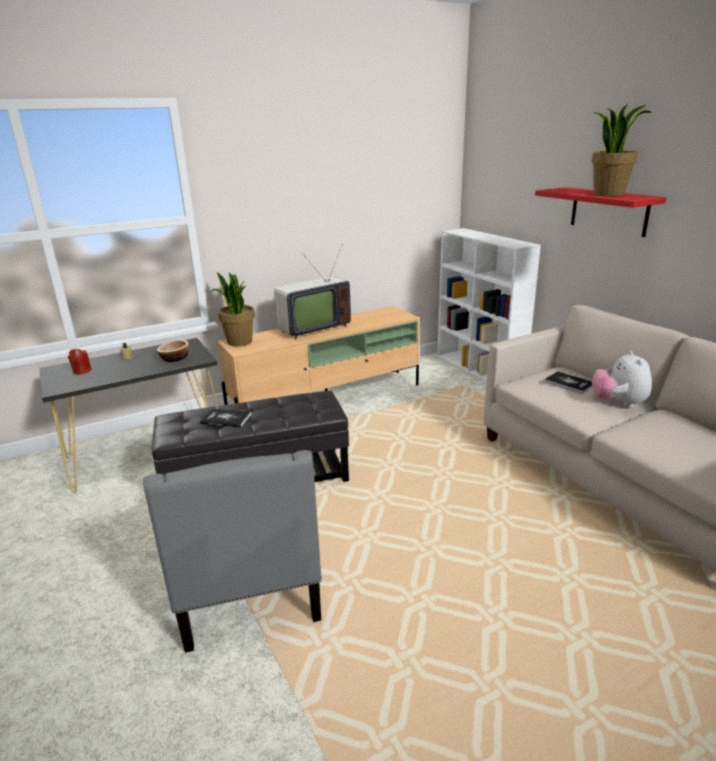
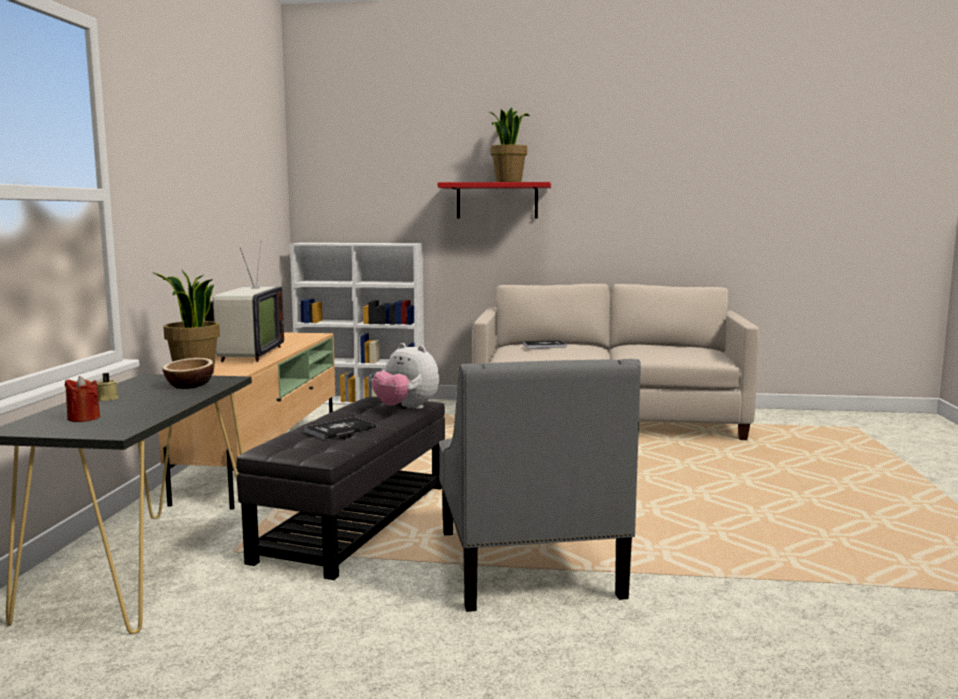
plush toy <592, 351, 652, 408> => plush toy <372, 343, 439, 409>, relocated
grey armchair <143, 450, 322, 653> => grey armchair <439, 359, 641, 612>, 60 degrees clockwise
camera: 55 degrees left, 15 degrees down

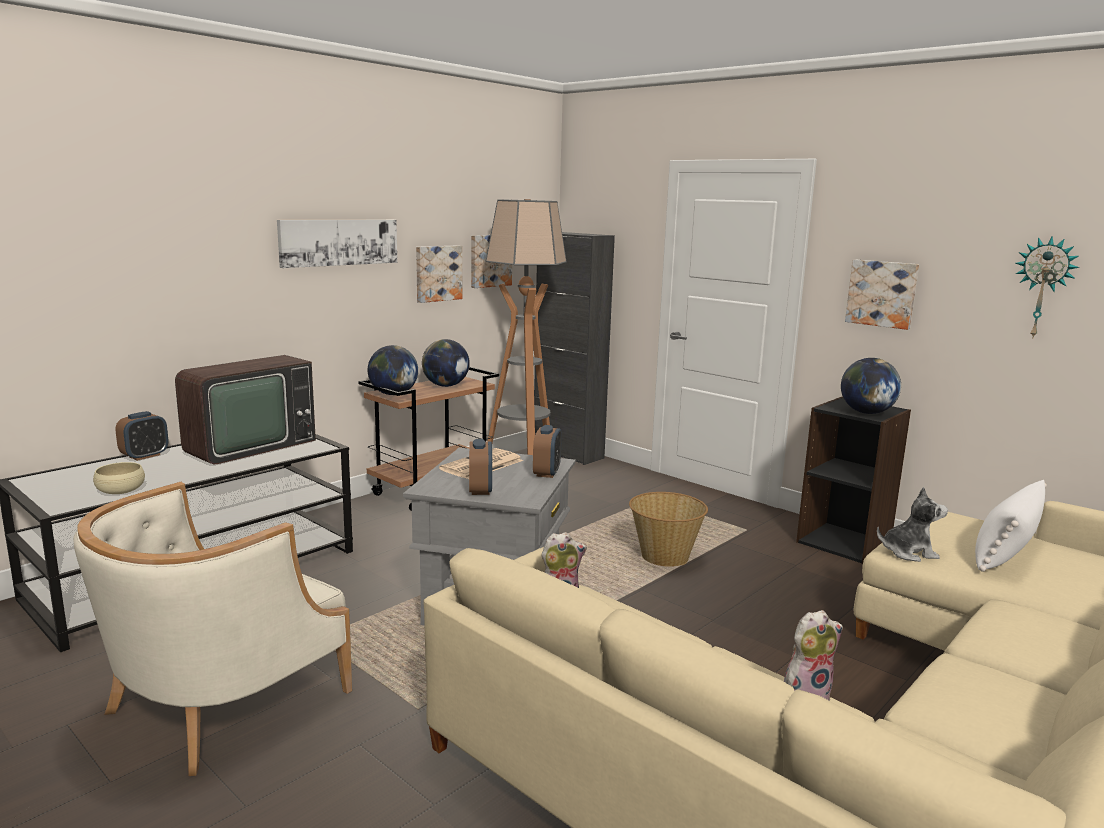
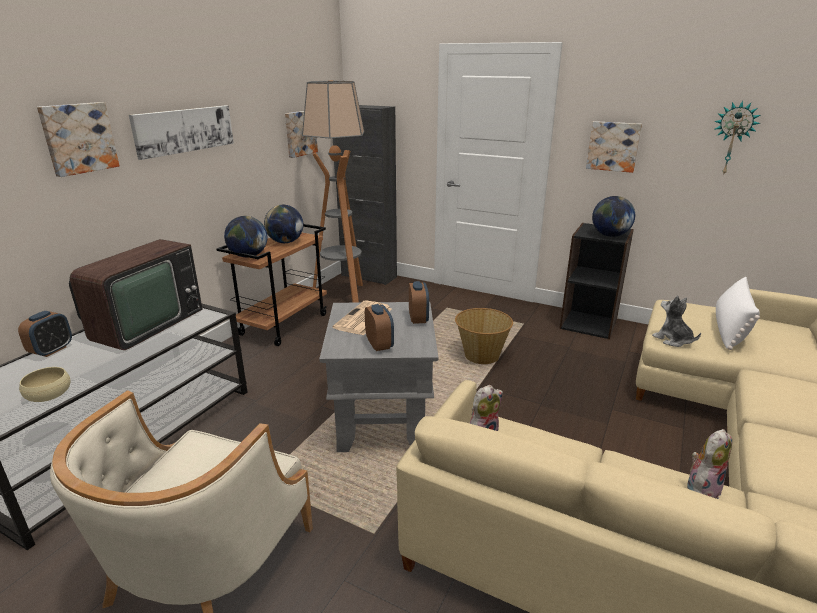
picture <416, 245, 462, 303> => picture <37, 102, 120, 177>, relocated
plush toy <877, 487, 948, 562> => plush toy <652, 295, 701, 347>, 105 degrees counterclockwise
camera: 15 degrees left, 10 degrees up

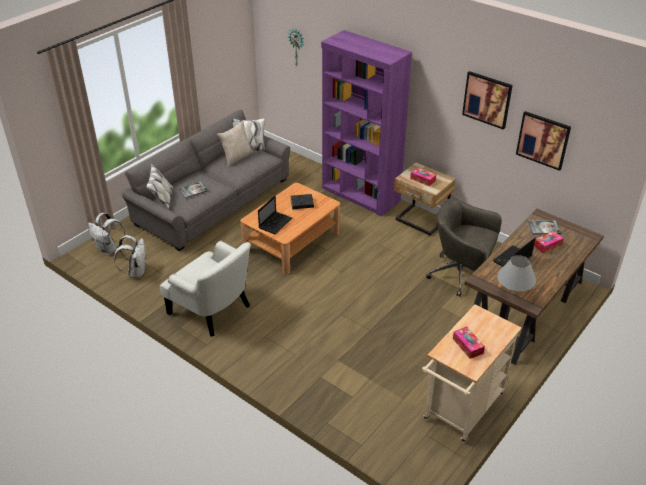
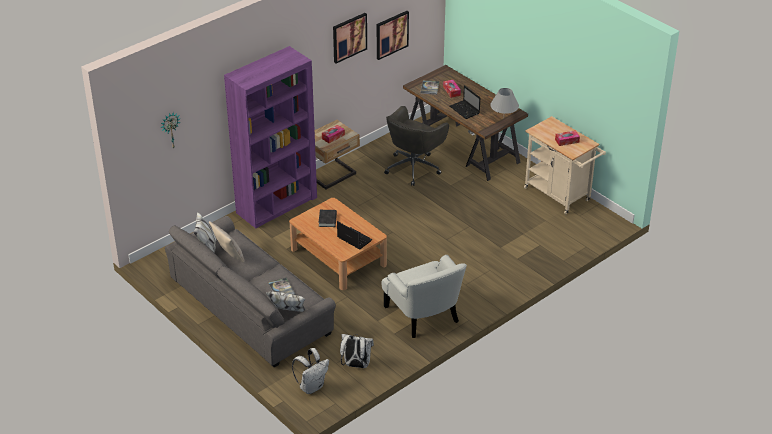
white armchair <160, 241, 251, 337> => white armchair <382, 255, 467, 338>, 105 degrees clockwise
camera: 80 degrees left, 0 degrees up

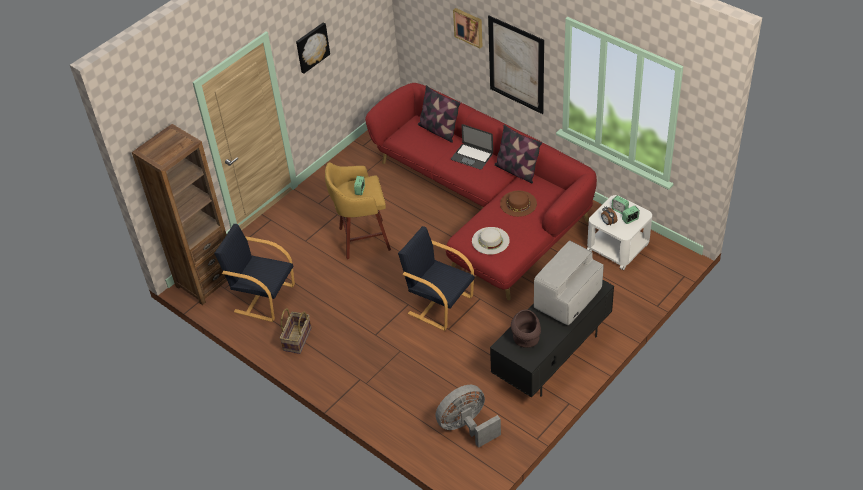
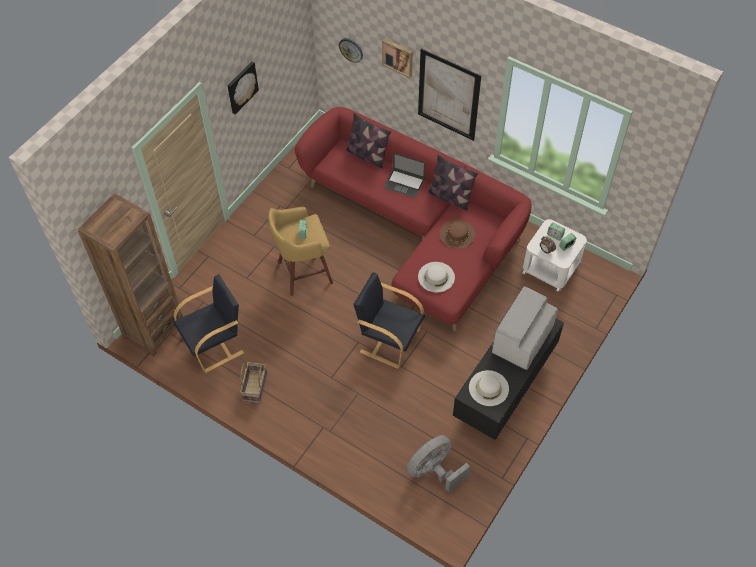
black armchair <214, 224, 295, 322> => black armchair <173, 274, 244, 373>, 135 degrees clockwise
brown vase <511, 310, 541, 348> => white hat <469, 370, 509, 406>
nothing => wall clock <339, 38, 363, 63>
camera: 10 degrees left, 10 degrees up

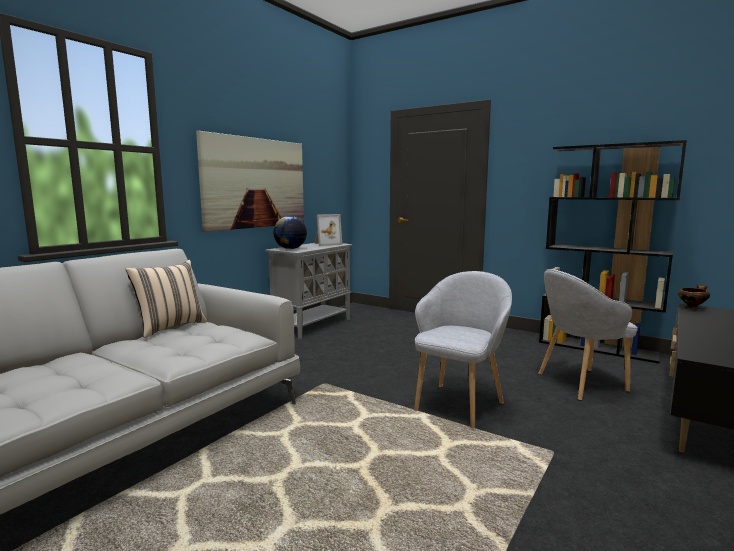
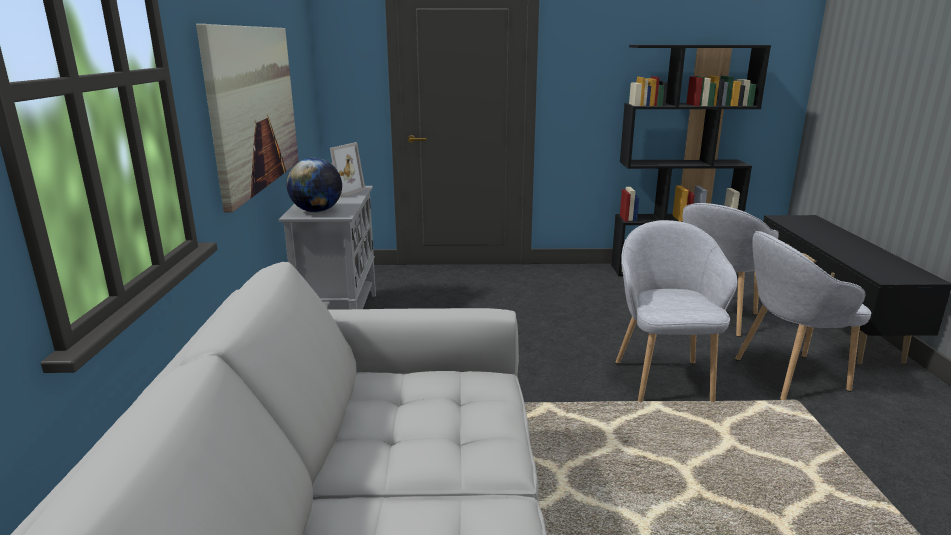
beige pillow <125, 260, 207, 338> => nothing
bowl <678, 284, 710, 309> => nothing
nothing => grey armchair <735, 231, 871, 400>
camera: 35 degrees left, 10 degrees up

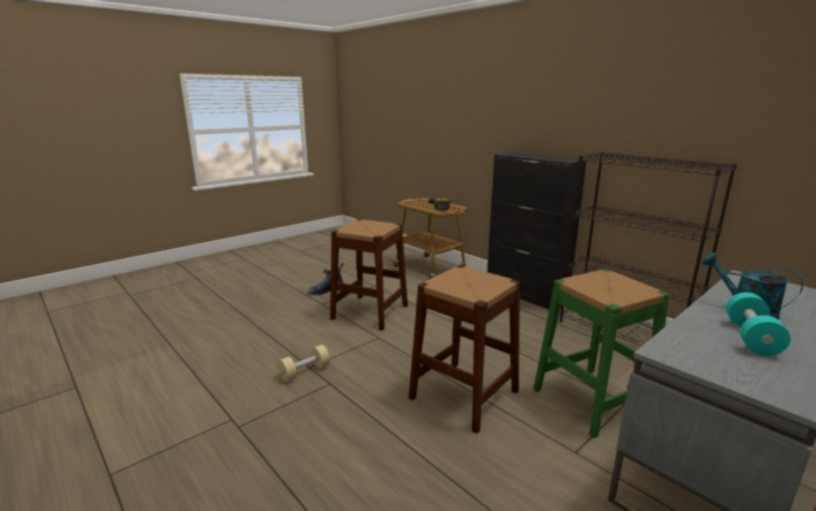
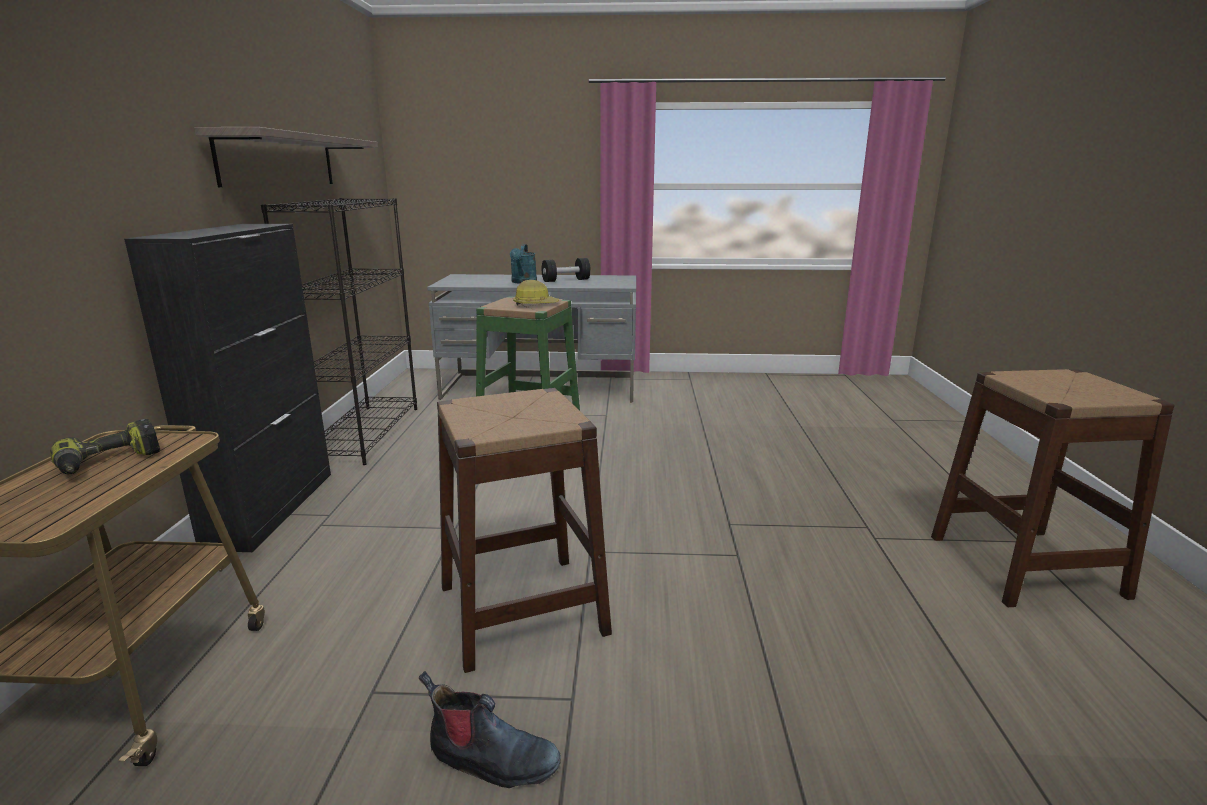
brown stool <409, 265, 520, 433> => brown stool <931, 369, 1175, 607>, relocated
turquoise dumbbell <726, 292, 791, 356> => black dumbbell <542, 258, 591, 282>
beige dumbbell <278, 345, 330, 382> => nothing
nothing => shelf <194, 127, 378, 187>
nothing => hard hat <513, 280, 559, 305>
camera: 135 degrees left, 0 degrees up

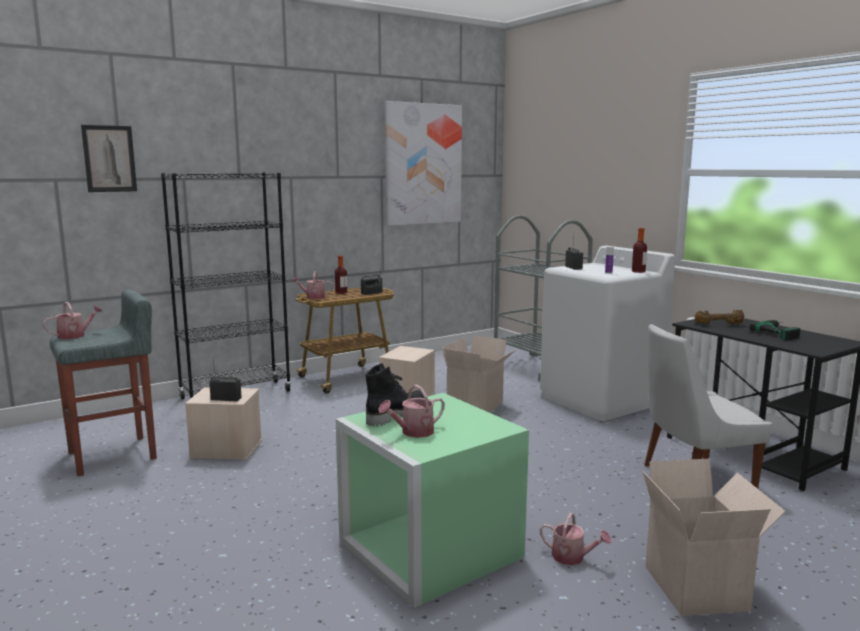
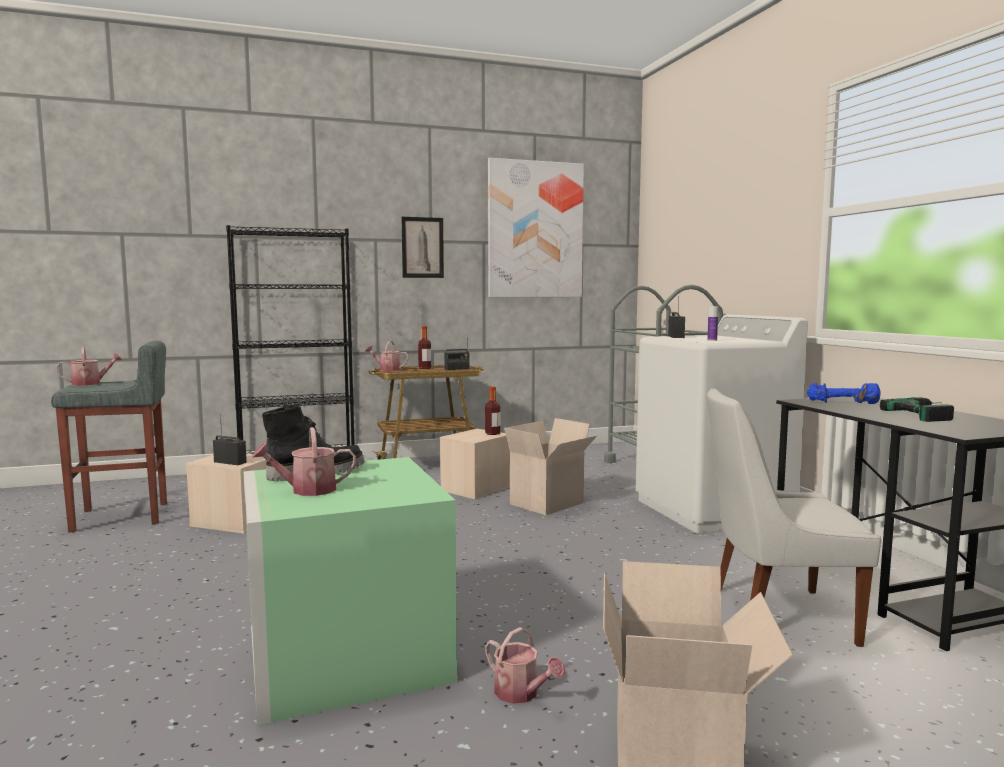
picture <81, 125, 137, 192> => picture <402, 217, 444, 278>, relocated
bottle <632, 228, 647, 273> => bottle <485, 386, 500, 435>, relocated
brown dumbbell <695, 310, 744, 325> => blue dumbbell <807, 383, 881, 404>
camera: 15 degrees right, 5 degrees down

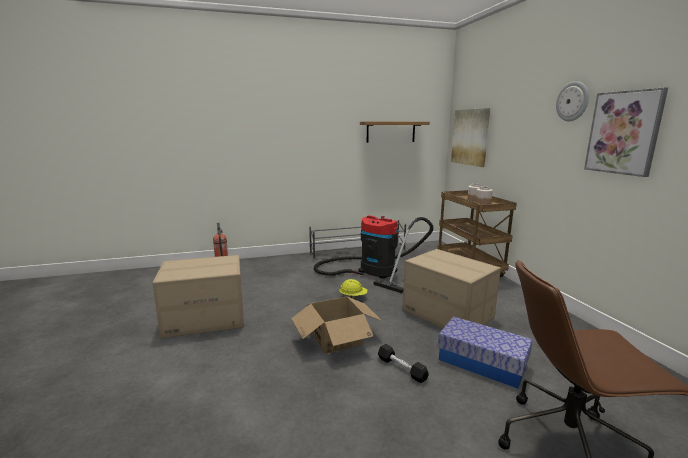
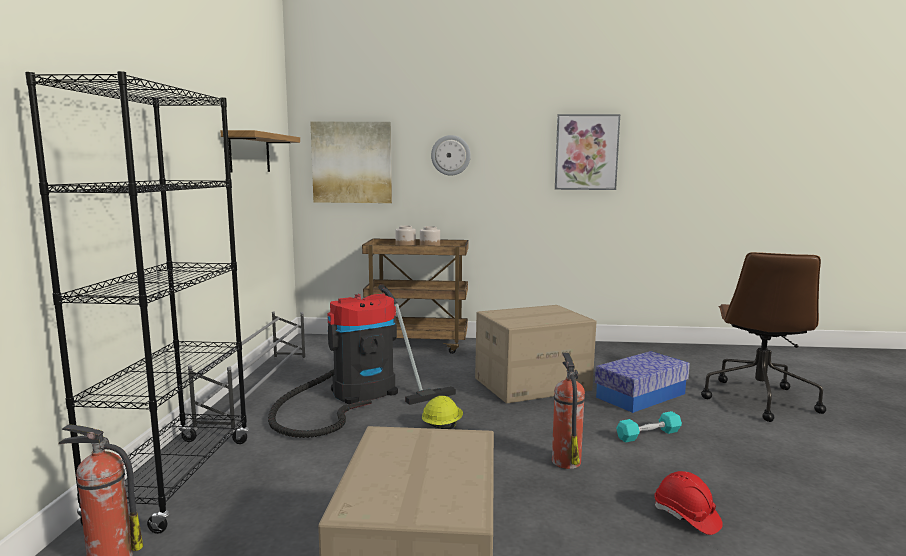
wall clock <556, 81, 589, 121> => wall clock <431, 135, 471, 176>, relocated
cardboard box <291, 297, 382, 354> => fire extinguisher <552, 353, 585, 469>
black dumbbell <378, 344, 429, 383> => turquoise dumbbell <616, 411, 682, 443>
nothing => black bookcase <25, 71, 249, 534>
nothing => red hard hat <654, 471, 723, 535>
camera: 70 degrees left, 5 degrees down

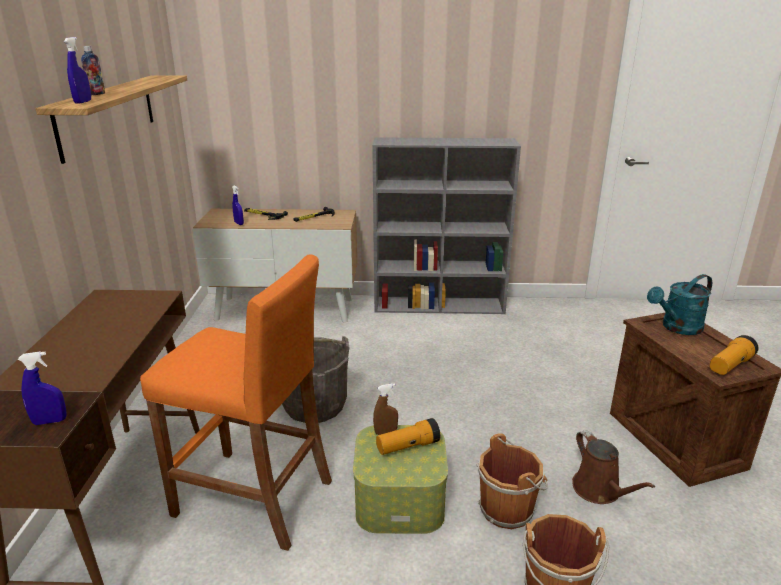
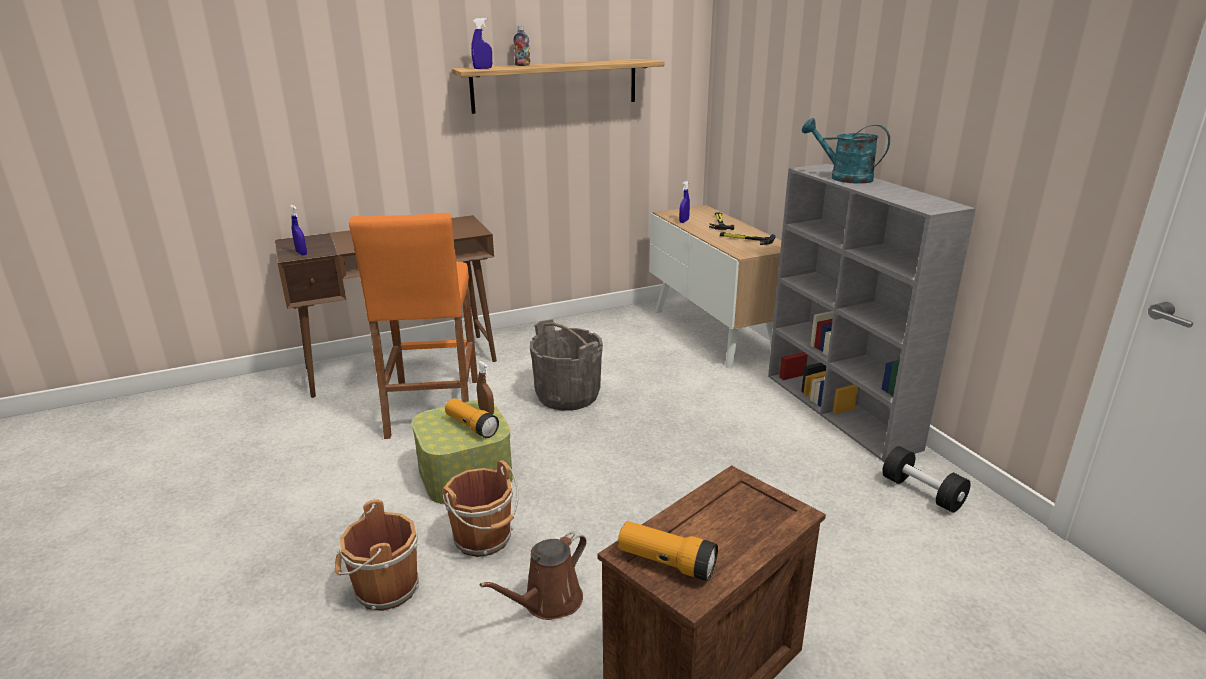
turquoise watering can <647, 274, 712, 335> => turquoise watering can <802, 118, 890, 184>, relocated
nothing => black dumbbell <882, 446, 971, 513>
camera: 65 degrees right, 0 degrees up

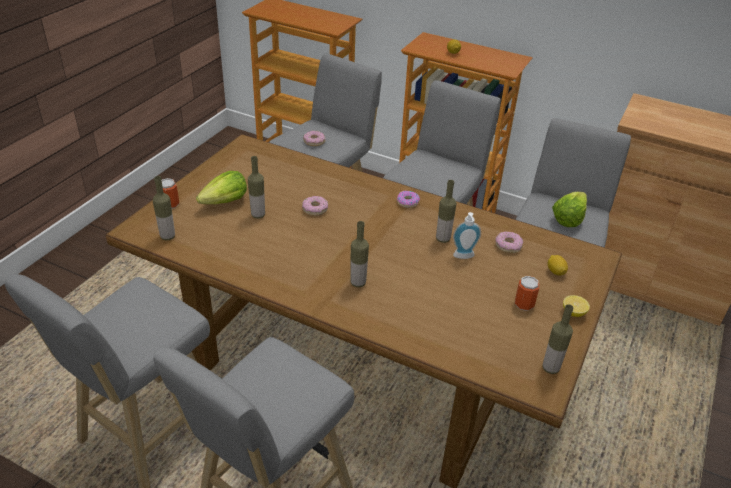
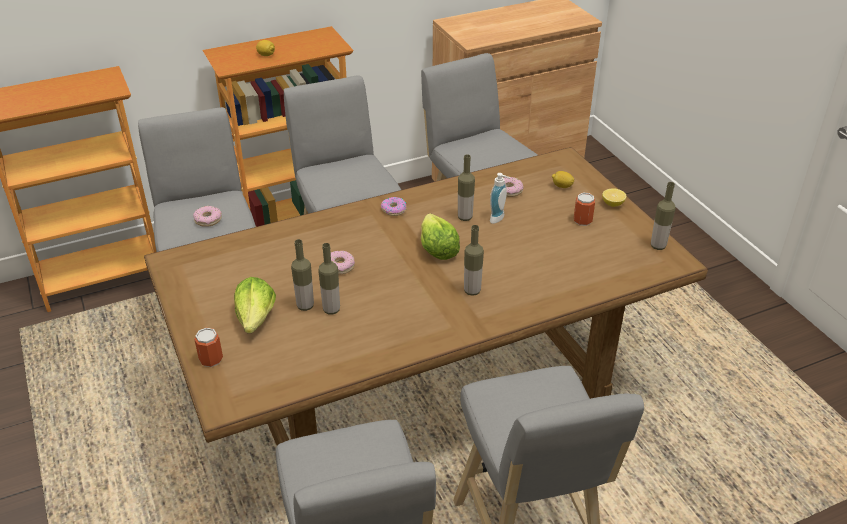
bottle <153, 176, 175, 240> => bottle <318, 243, 340, 314>, relocated
lettuce <552, 192, 587, 227> => lettuce <421, 214, 460, 260>, relocated
camera: 50 degrees left, 0 degrees up

